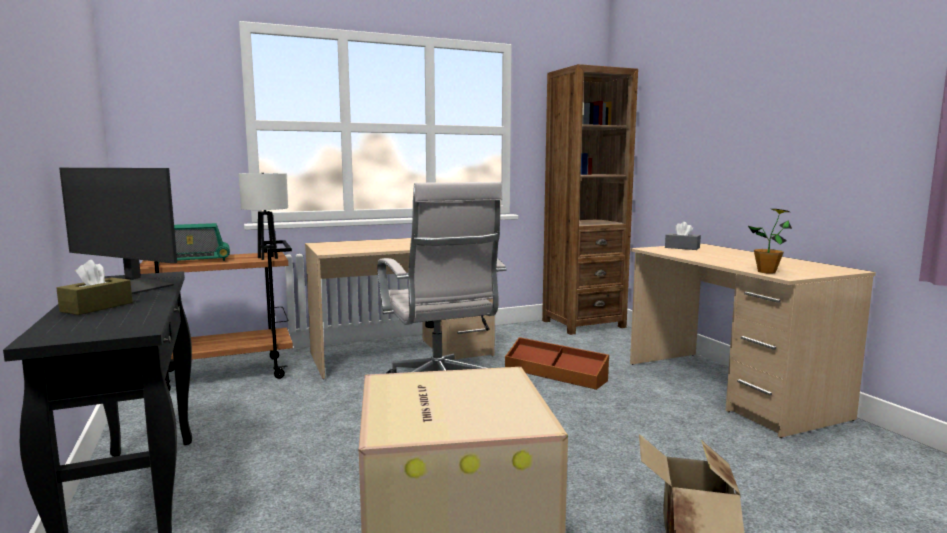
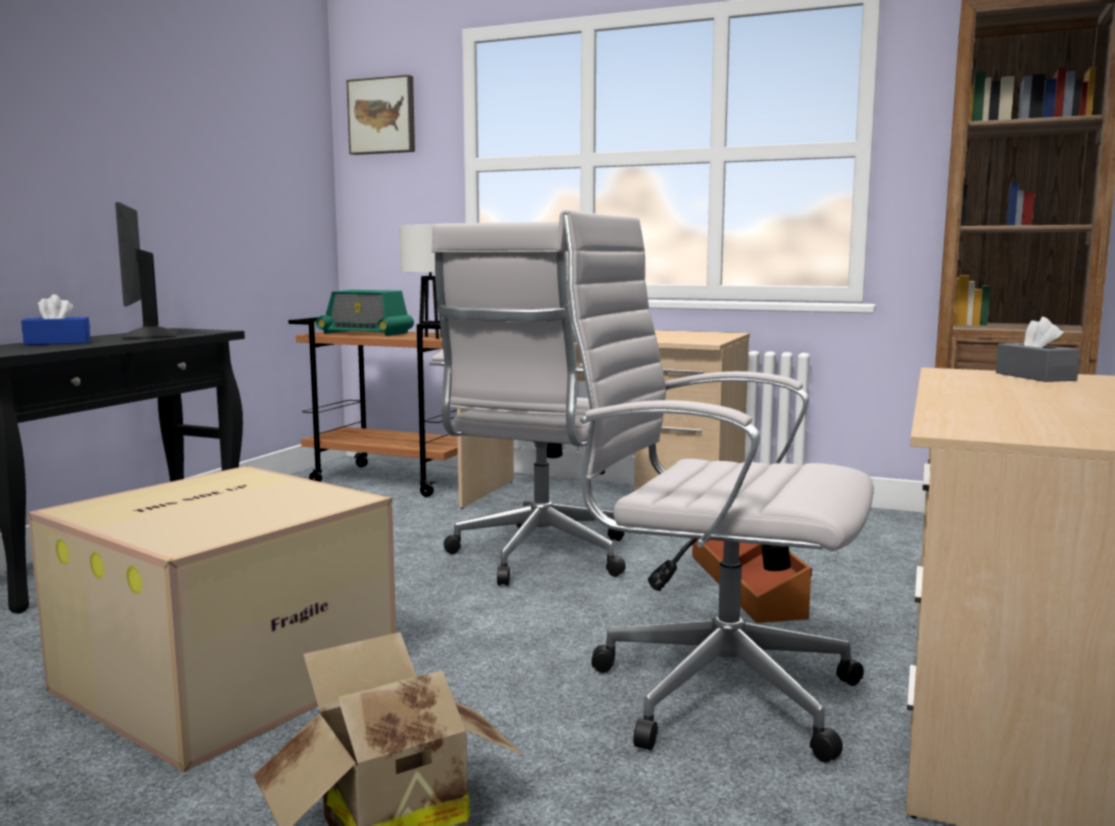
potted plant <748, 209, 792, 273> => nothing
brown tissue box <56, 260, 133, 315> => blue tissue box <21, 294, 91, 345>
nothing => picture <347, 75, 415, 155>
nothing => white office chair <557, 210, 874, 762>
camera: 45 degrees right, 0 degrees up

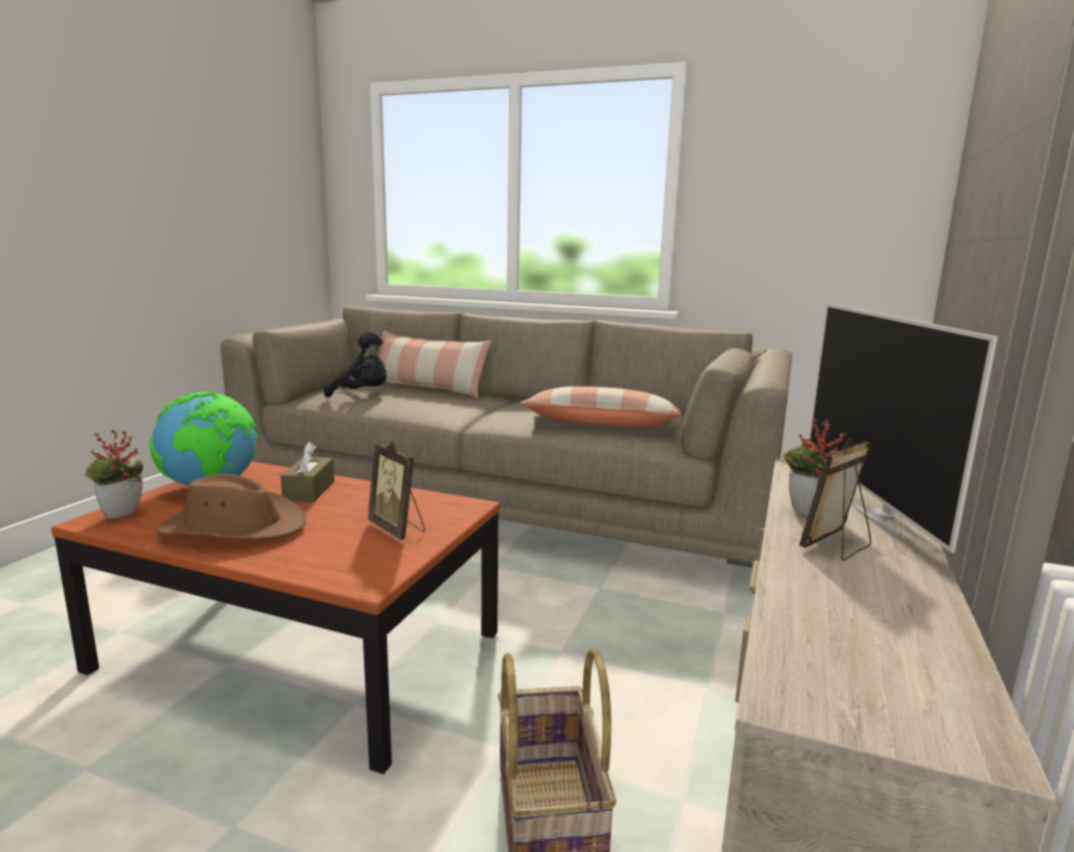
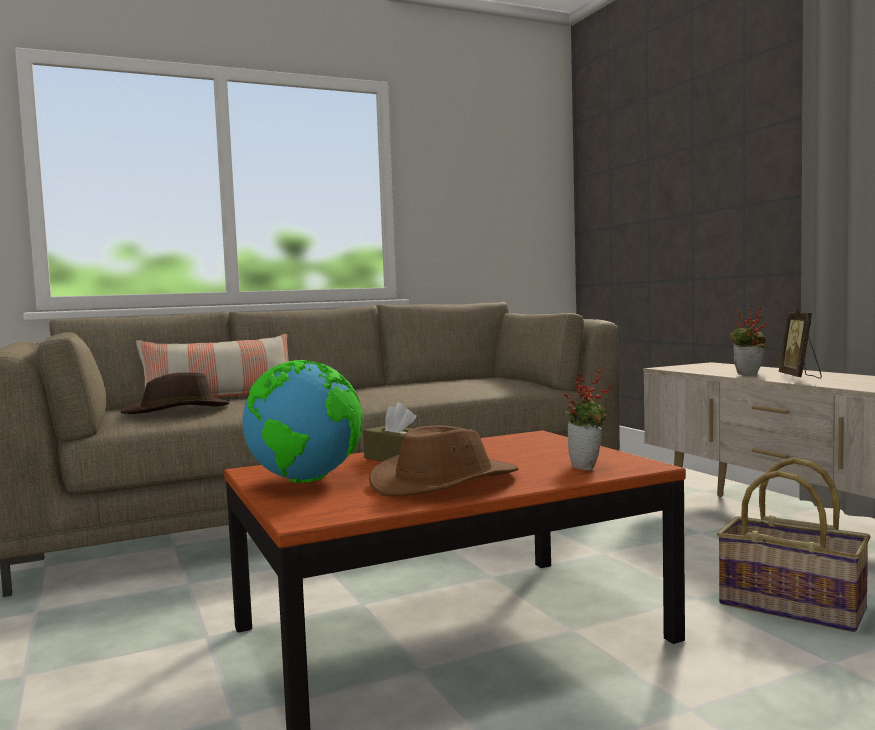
television <809, 304, 998, 553> => nothing
black plush toy <324, 330, 387, 398> => brown hat <121, 372, 229, 414>
pillow <520, 386, 682, 427> => nothing
potted plant <85, 429, 143, 519> => potted plant <564, 367, 613, 471>, relocated
picture frame <367, 441, 425, 540> => nothing
camera: 45 degrees left, 10 degrees down

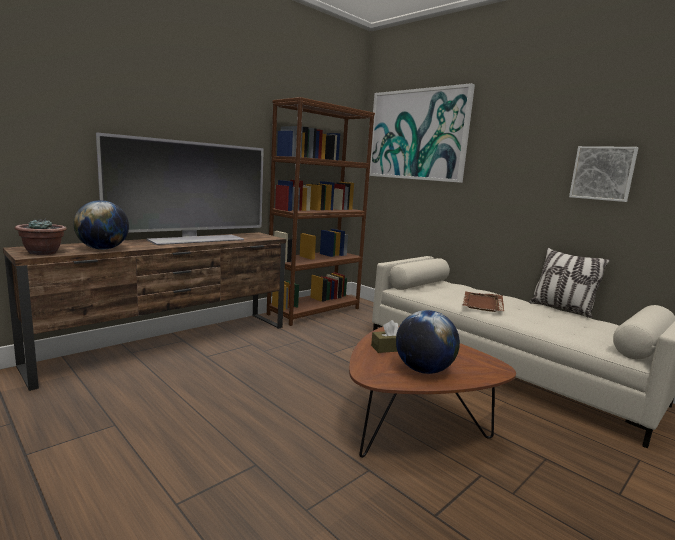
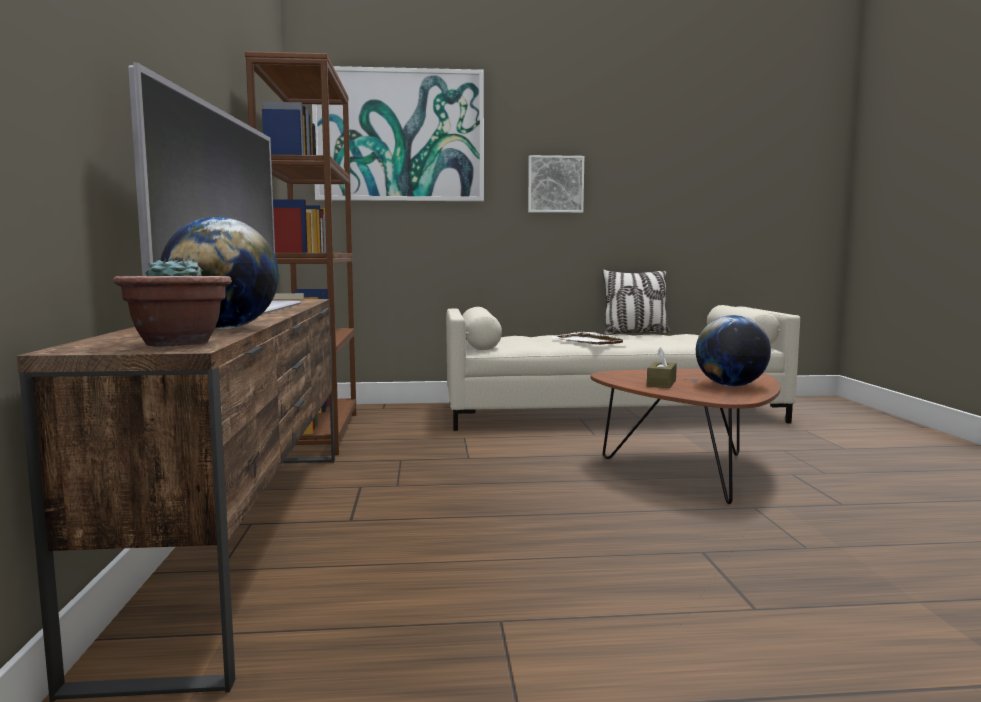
picture <569, 146, 638, 202> => picture <528, 155, 584, 213>, relocated
brown tray <463, 291, 504, 312> => white tray <550, 332, 631, 345>
camera: 50 degrees left, 5 degrees down

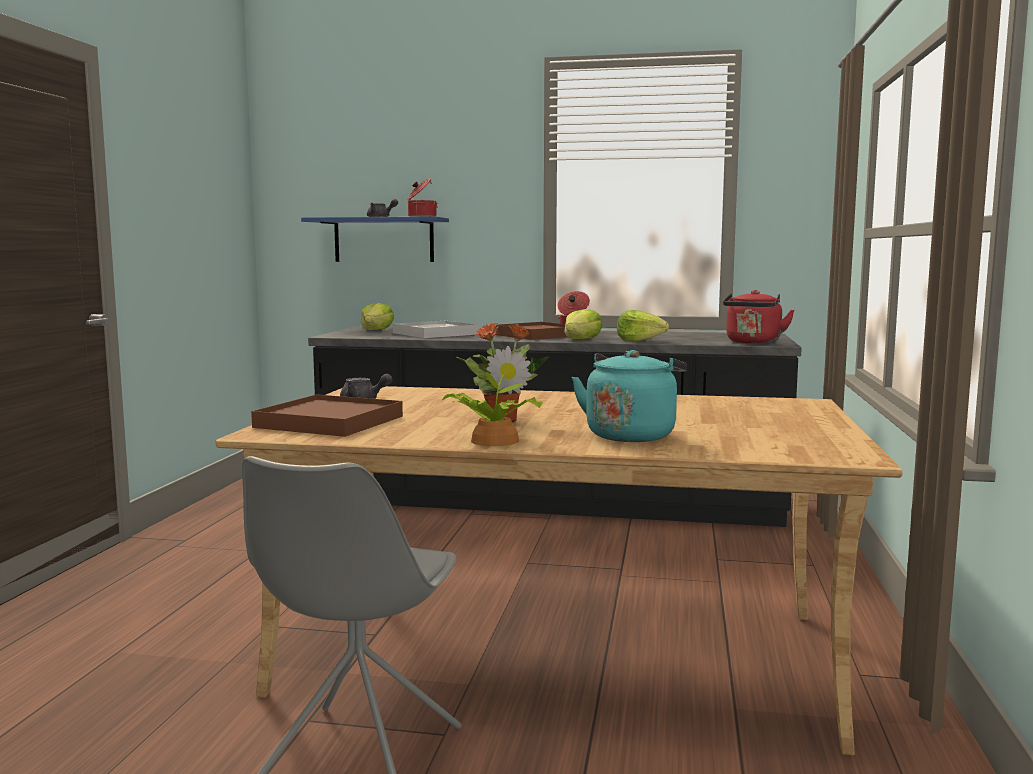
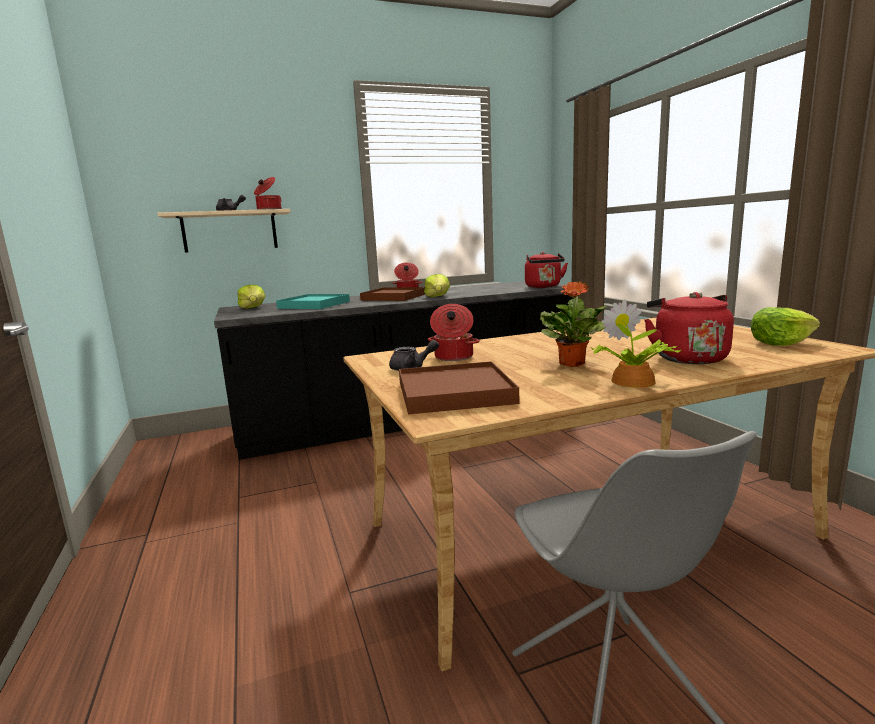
blue shelf <301, 217, 449, 262> => beige shelf <157, 209, 291, 253>
lettuce <617, 310, 669, 341> => lettuce <751, 307, 820, 346>, relocated
white tray <392, 321, 479, 338> => turquoise tray <276, 294, 350, 309>
turquoise kettle <572, 350, 687, 442> => red kettle <644, 292, 734, 364>
nothing => cooking pot <428, 304, 480, 361>
camera: 30 degrees left, 5 degrees up

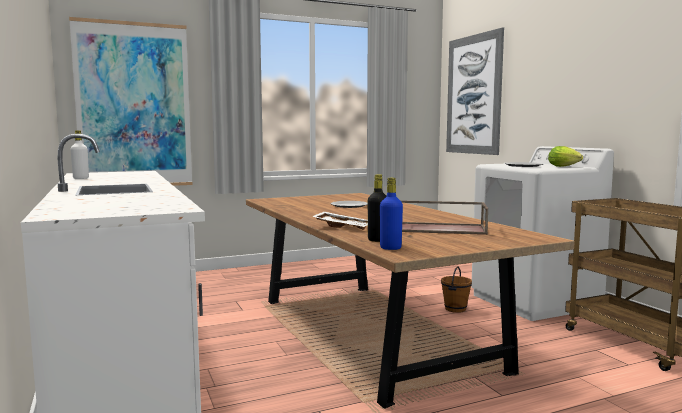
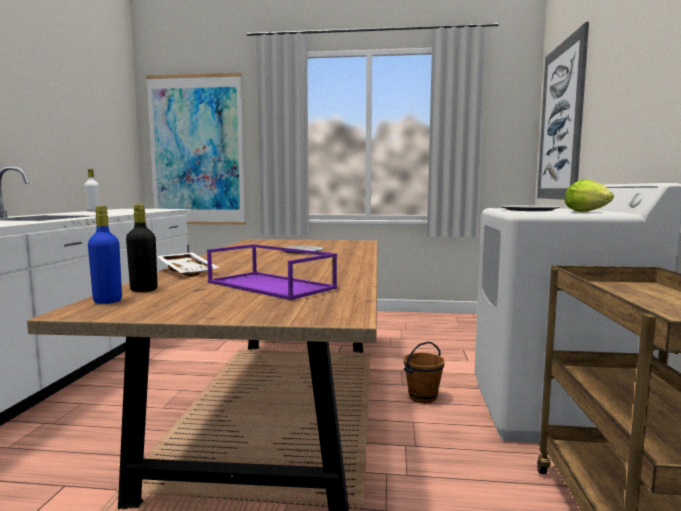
brown tray <400, 200, 488, 235> => purple tray <207, 244, 337, 300>
camera: 30 degrees right, 0 degrees up

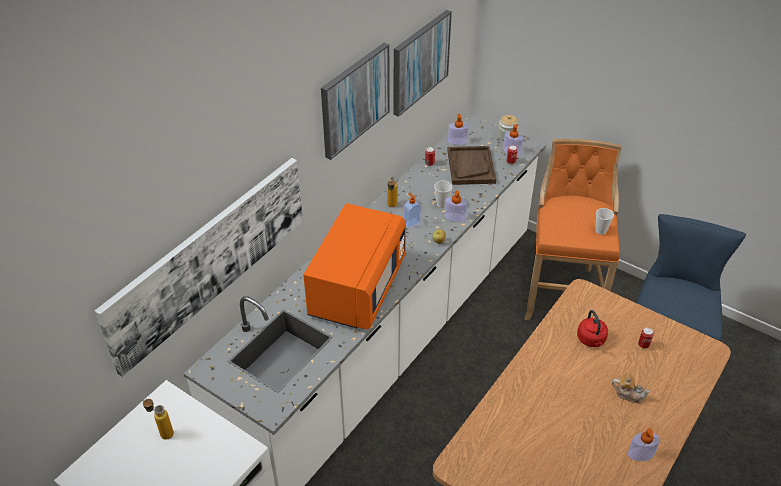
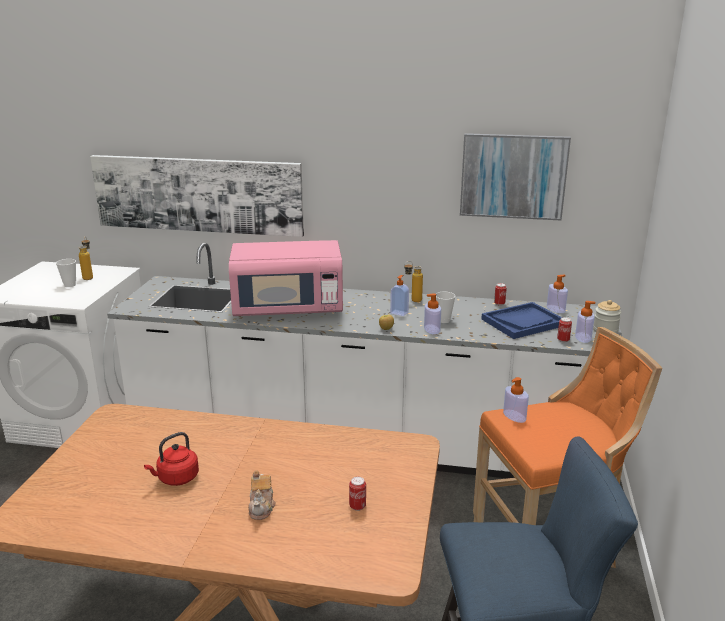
picture <321, 43, 389, 160> => nothing
brown tray <447, 146, 496, 185> => blue tray <481, 302, 562, 339>
orange microwave <303, 203, 406, 329> => pink microwave <229, 240, 343, 316>
cup <595, 208, 614, 235> => cup <56, 259, 76, 287>, relocated
red kettle <577, 310, 608, 347> => red kettle <144, 432, 199, 486>, relocated
soap dispenser <628, 428, 660, 461> => soap dispenser <503, 377, 529, 423>, relocated
camera: 65 degrees right, 20 degrees down

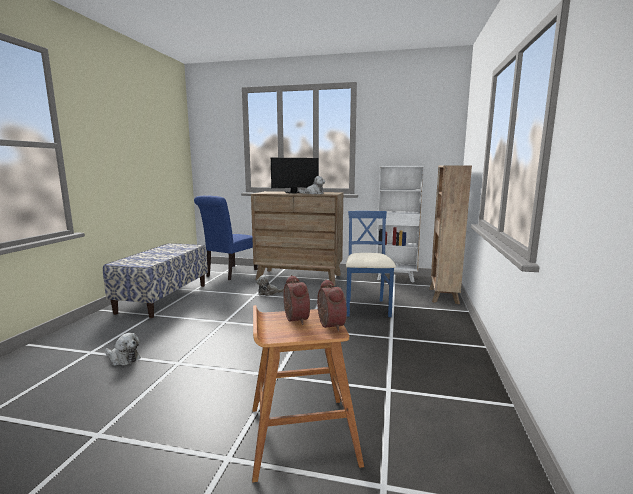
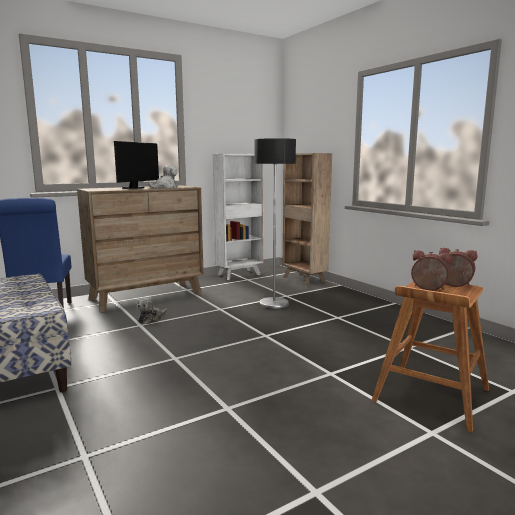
blue chair <346, 211, 396, 317> => floor lamp <254, 138, 296, 309>
plush toy <105, 333, 141, 366> => nothing
camera: 45 degrees left, 0 degrees up

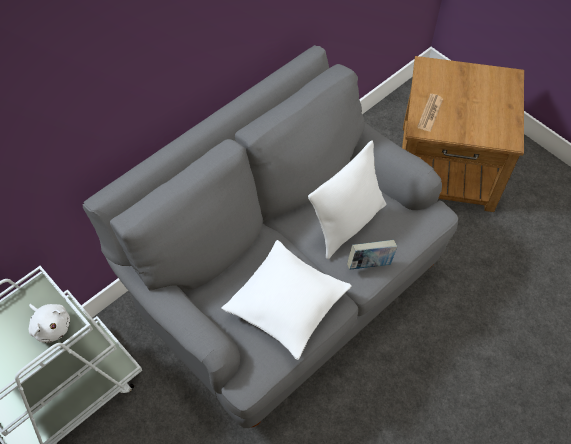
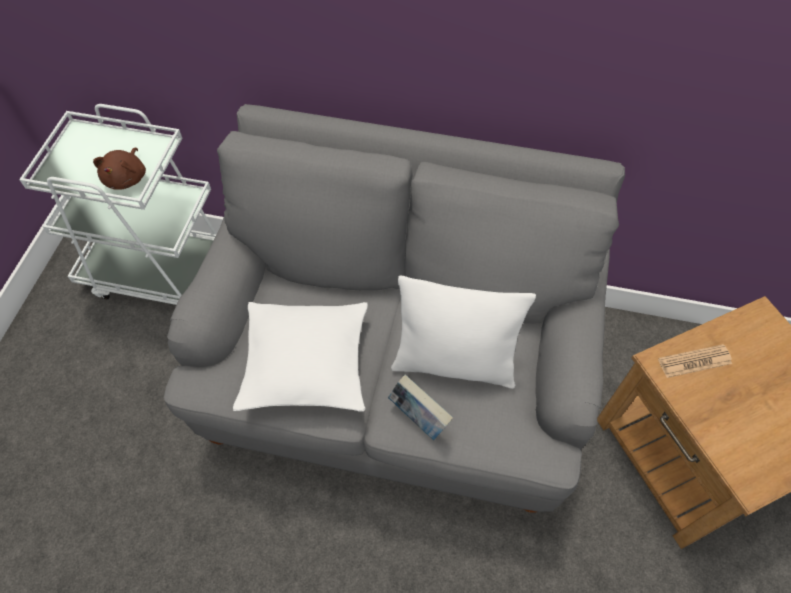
white plush toy <29, 304, 70, 343> => brown plush toy <93, 148, 146, 190>
camera: 55 degrees right, 0 degrees up

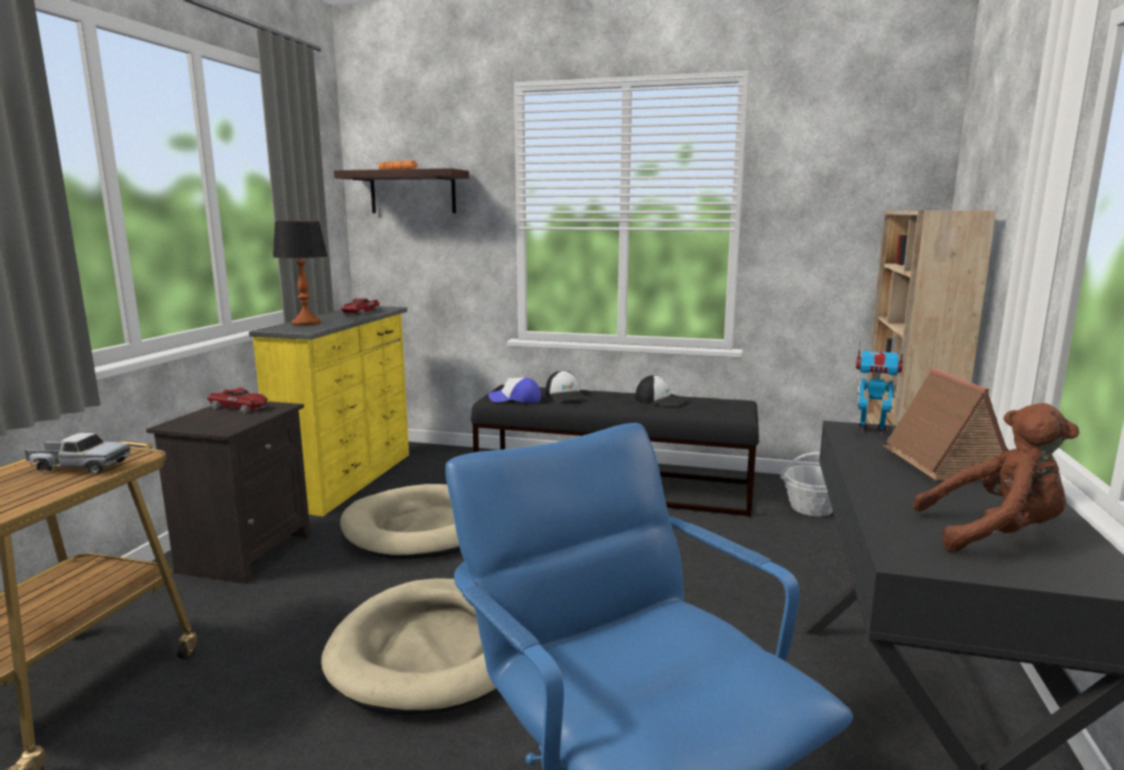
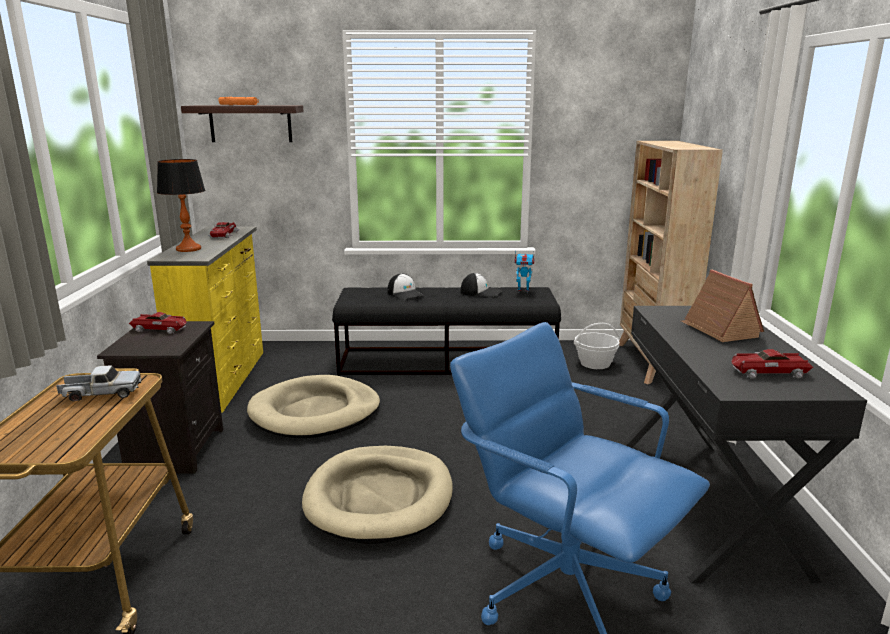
toy robot <856, 341, 904, 436> => toy robot <515, 250, 534, 293>, relocated
cap <489, 377, 541, 403> => nothing
brown plush toy <913, 403, 1079, 552> => toy car <732, 349, 813, 378>
camera: 15 degrees left, 5 degrees up

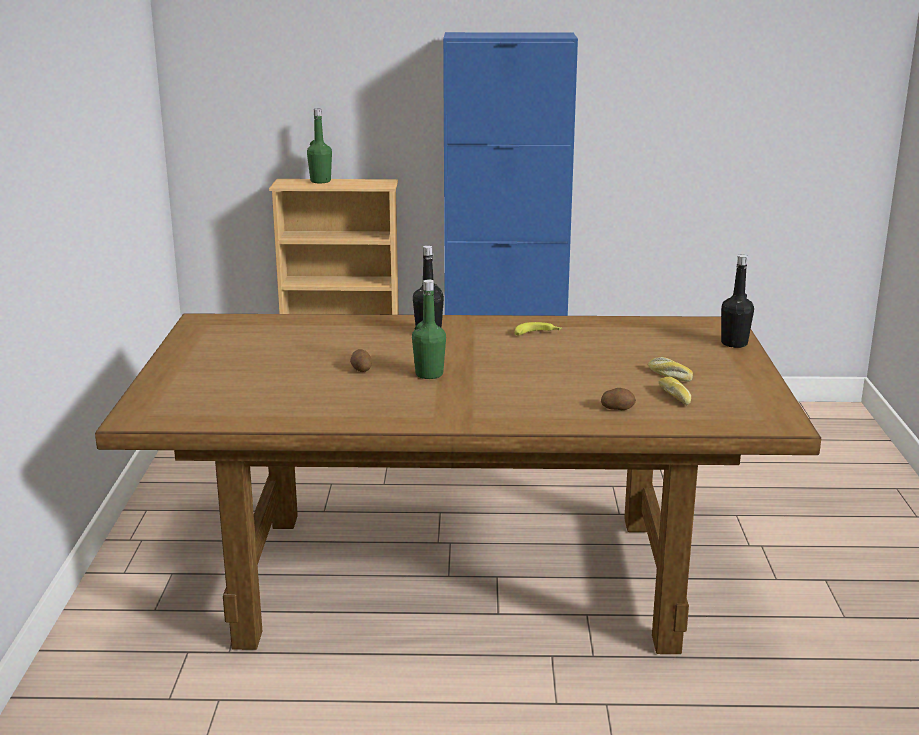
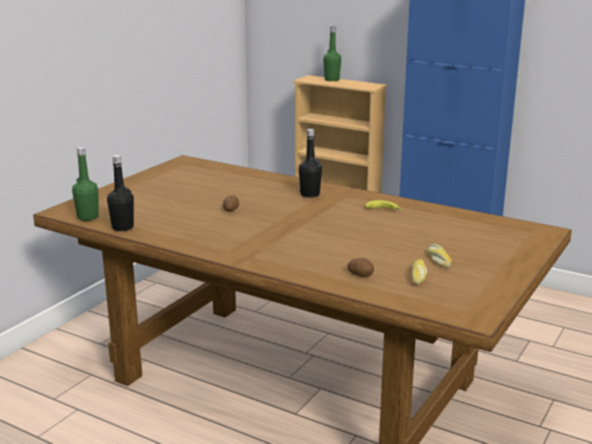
black bottle <721, 255, 754, 348> => black bottle <107, 155, 134, 231>, relocated
green bottle <412, 280, 446, 379> => green bottle <72, 147, 99, 221>, relocated
camera: 30 degrees right, 0 degrees up

